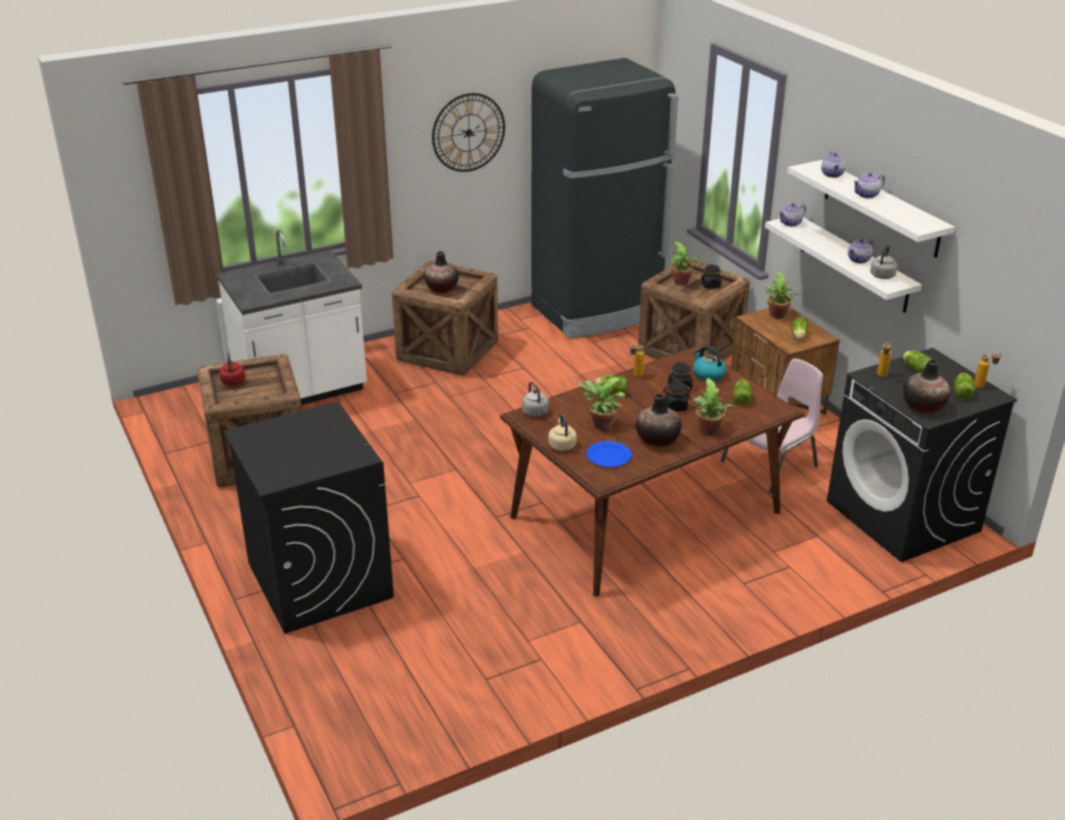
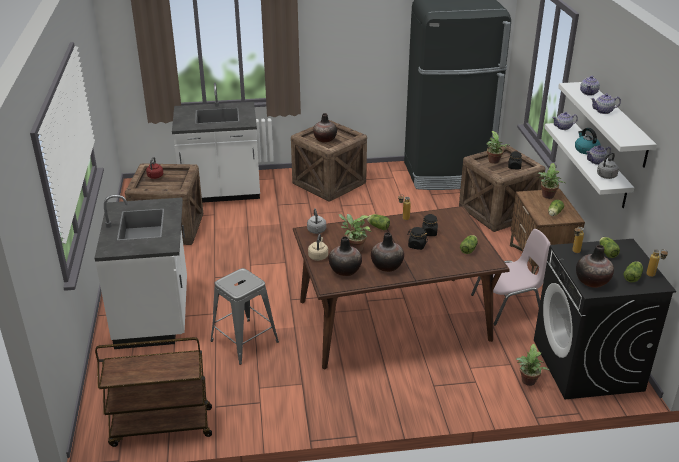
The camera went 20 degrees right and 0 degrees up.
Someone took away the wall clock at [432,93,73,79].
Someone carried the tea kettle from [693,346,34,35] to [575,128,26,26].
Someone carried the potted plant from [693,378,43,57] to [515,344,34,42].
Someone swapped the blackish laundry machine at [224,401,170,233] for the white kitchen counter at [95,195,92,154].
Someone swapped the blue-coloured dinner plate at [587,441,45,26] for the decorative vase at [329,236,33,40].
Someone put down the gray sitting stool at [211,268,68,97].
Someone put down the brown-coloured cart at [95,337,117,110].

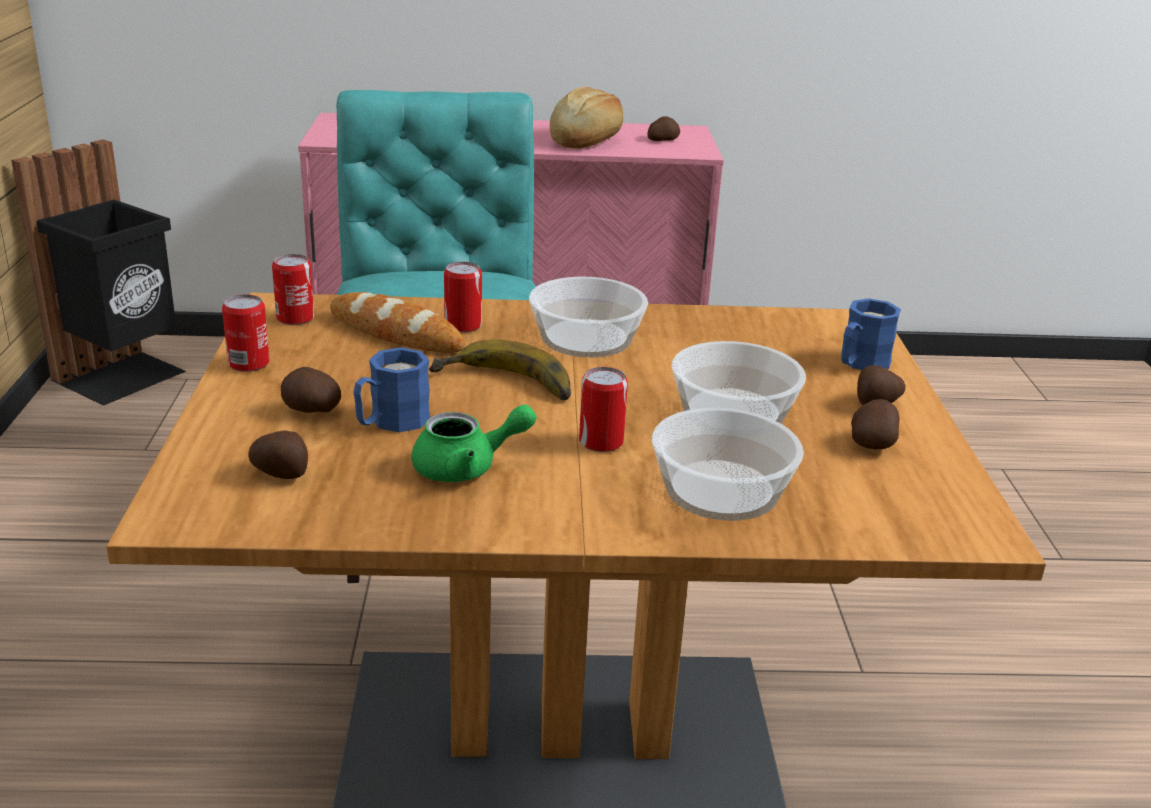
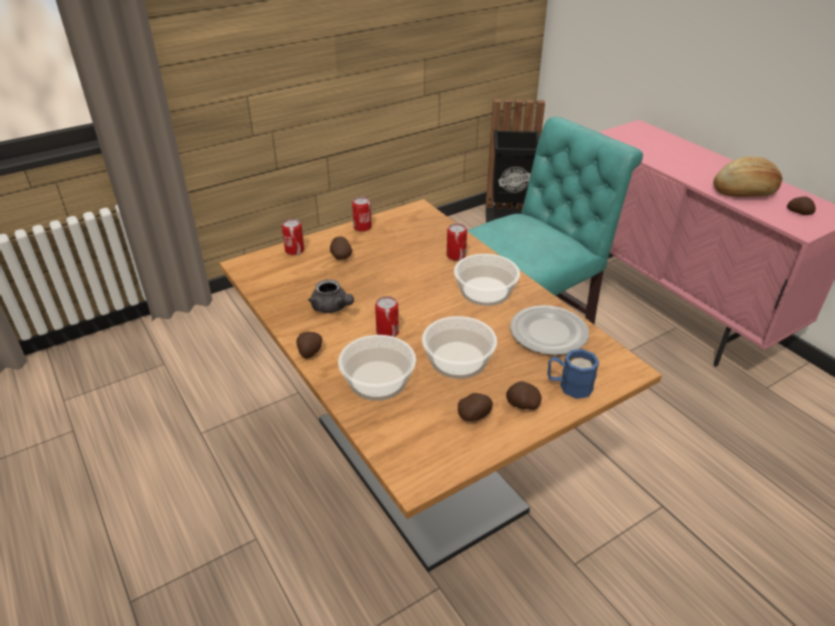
The camera went 60 degrees right and 10 degrees up.
Someone carried the can from [272,254,42,71] to [282,219,22,36].
Someone took away the bakery bread at [330,292,135,61].
Someone took away the banana at [429,339,142,61].
Someone took away the blue-coloured coffee mug at [354,347,76,85].
Someone repainted the green-coloured tea pot at [412,404,124,78], which became the gray tea pot at [308,279,46,34].
Someone carried the whole potato from [248,430,60,49] to [297,332,25,26].
Someone put down the dinner plate at [510,305,79,50].

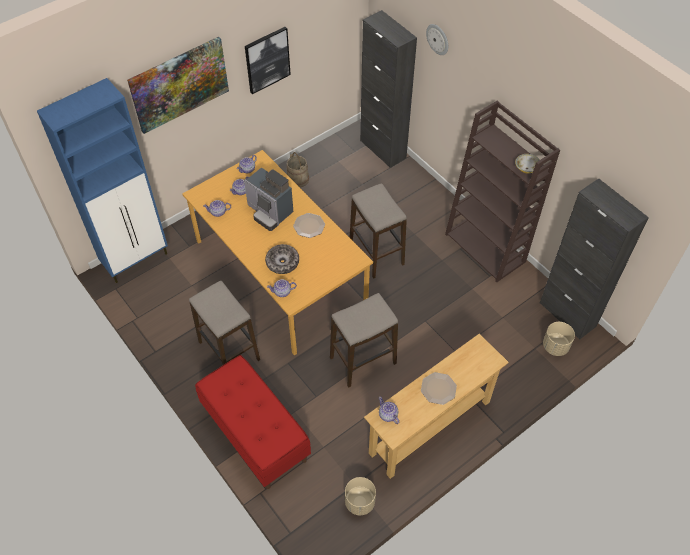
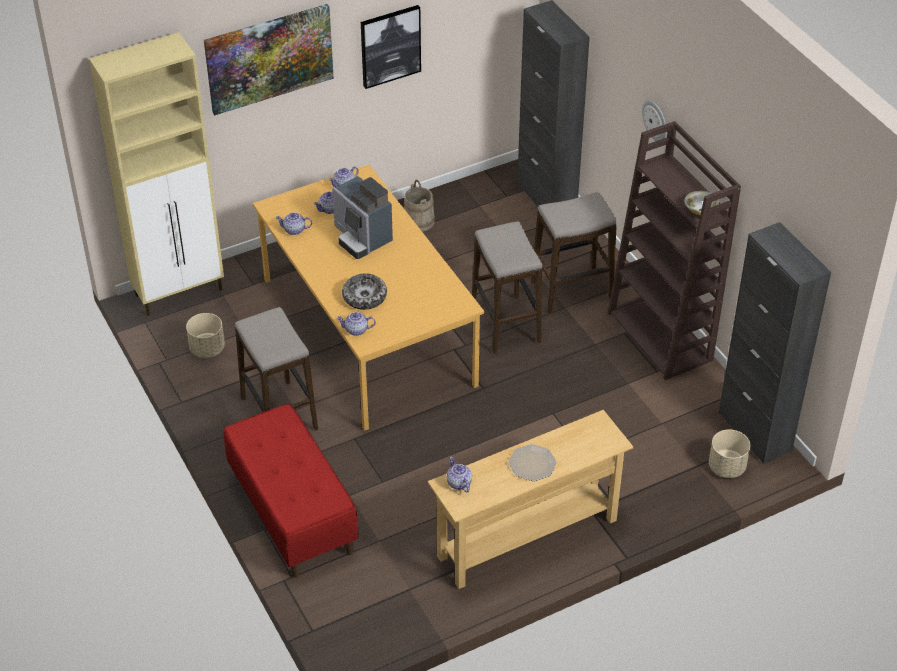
The camera went 10 degrees right and 10 degrees down.
Someone carried the wall clock from [426,24,22,31] to [642,100,25,41].
Someone repainted the blue-coloured storage cabinet at [37,78,131,205], which became the sand-coloured storage cabinet at [89,32,135,284].
Someone took away the dinner plate at [293,213,32,25].
Someone carried the sitting stool from [330,293,68,95] to [531,192,86,121].
Someone carried the sand-coloured flower pot from [345,477,31,38] to [186,313,39,45].

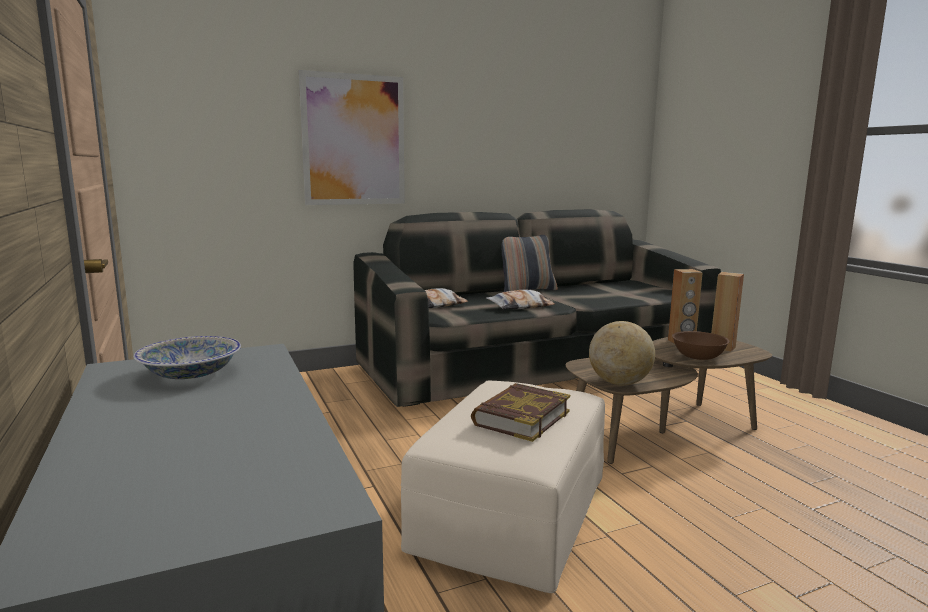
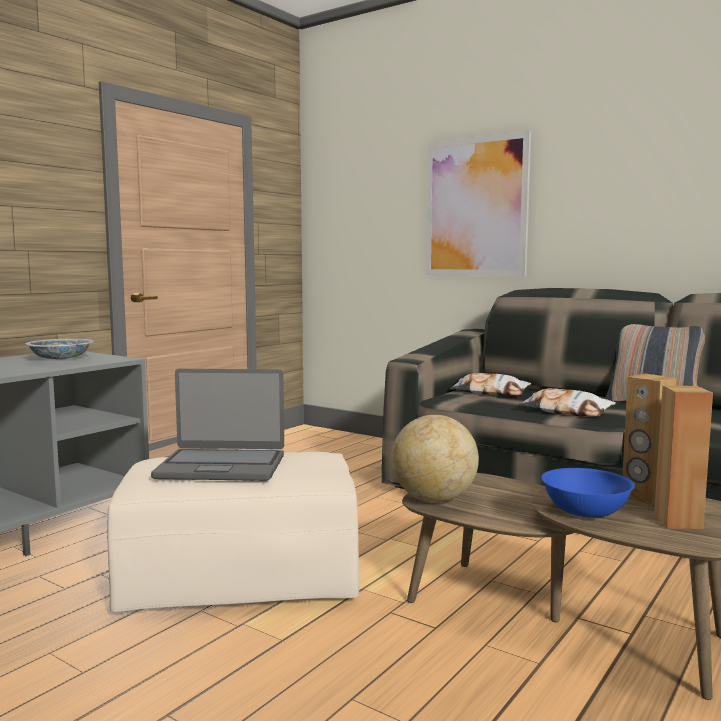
The camera went 60 degrees right and 5 degrees down.
Someone repainted the brown-coloured serving bowl at [672,331,58,29], which became the blue-coloured serving bowl at [541,468,94,50].
Someone swapped the volume at [471,383,99,59] for the notebook computer at [151,369,133,112].

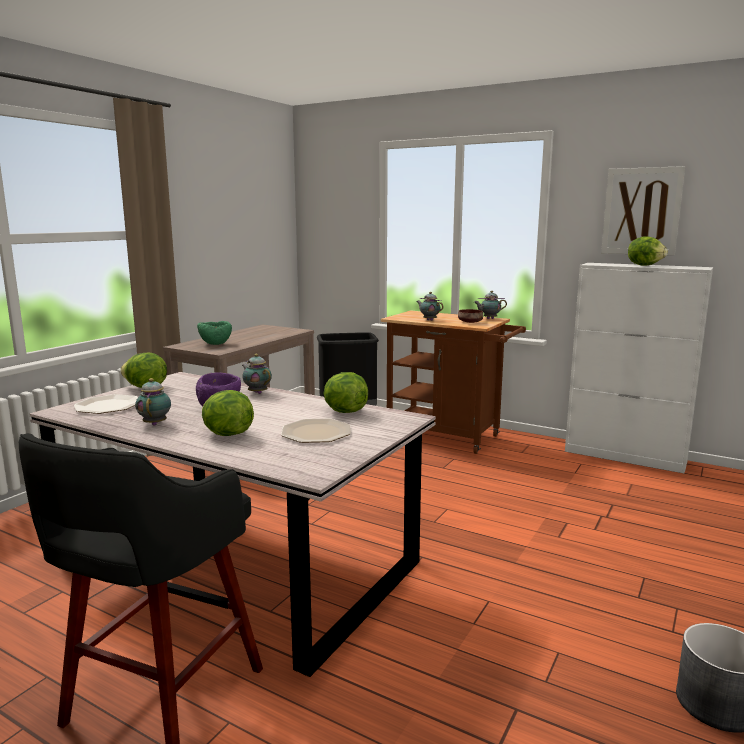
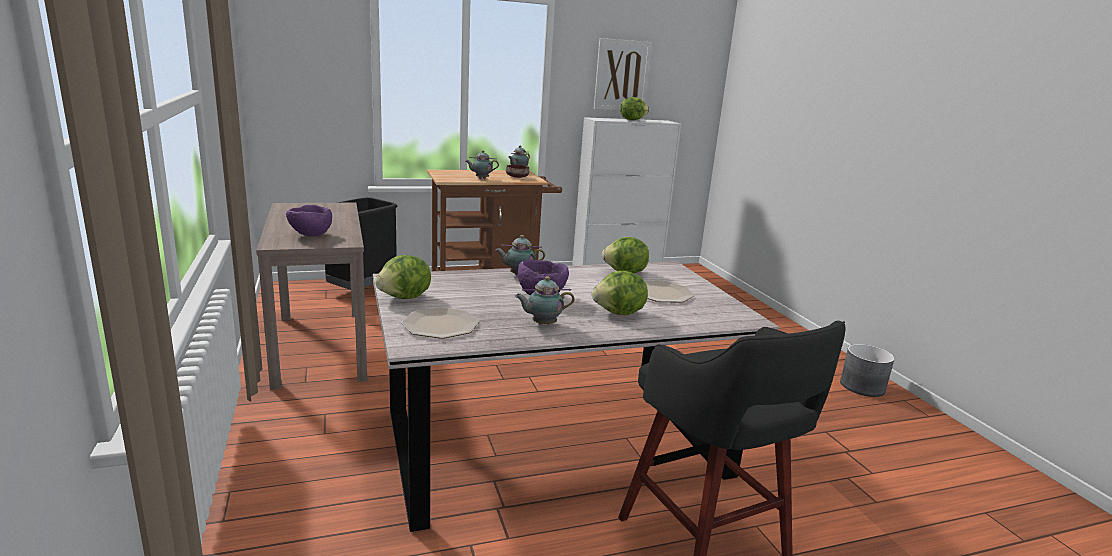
The camera went 50 degrees left and 5 degrees up.
Someone repainted the green-coloured serving bowl at [197,321,35,24], which became the purple-coloured serving bowl at [286,205,46,31].
Someone rotated the tea pot at [135,378,36,48] by 45 degrees counterclockwise.

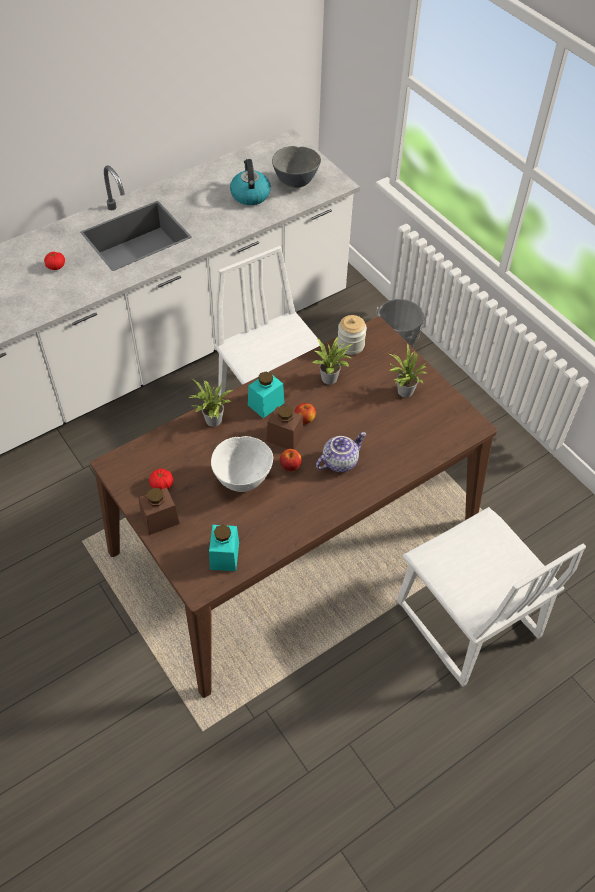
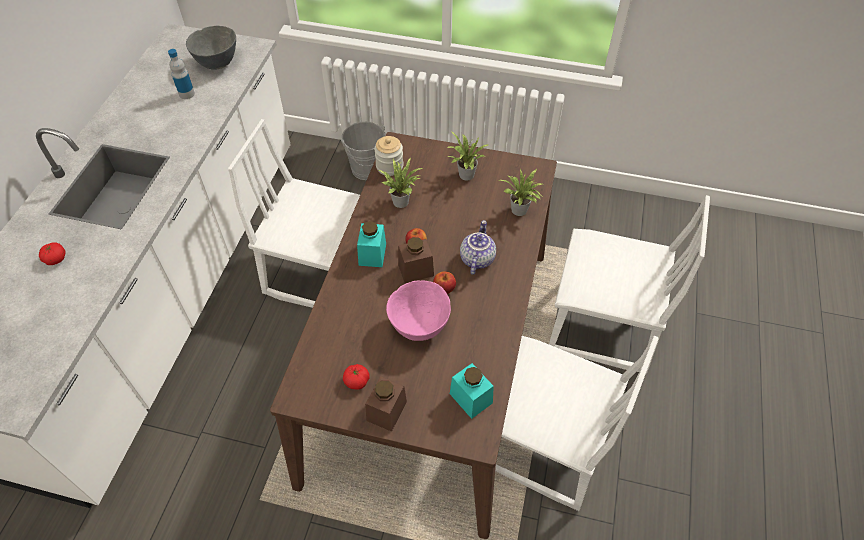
The camera went 40 degrees left and 0 degrees up.
Someone swapped the tea kettle at [230,159,41,46] for the bottle at [168,49,27,50].
Someone carried the potted plant from [189,378,44,49] to [499,169,43,47].
Someone repainted the white serving bowl at [211,436,62,56], which became the pink-coloured serving bowl at [386,280,65,61].
Someone put down the white plain chair at [495,336,164,175].

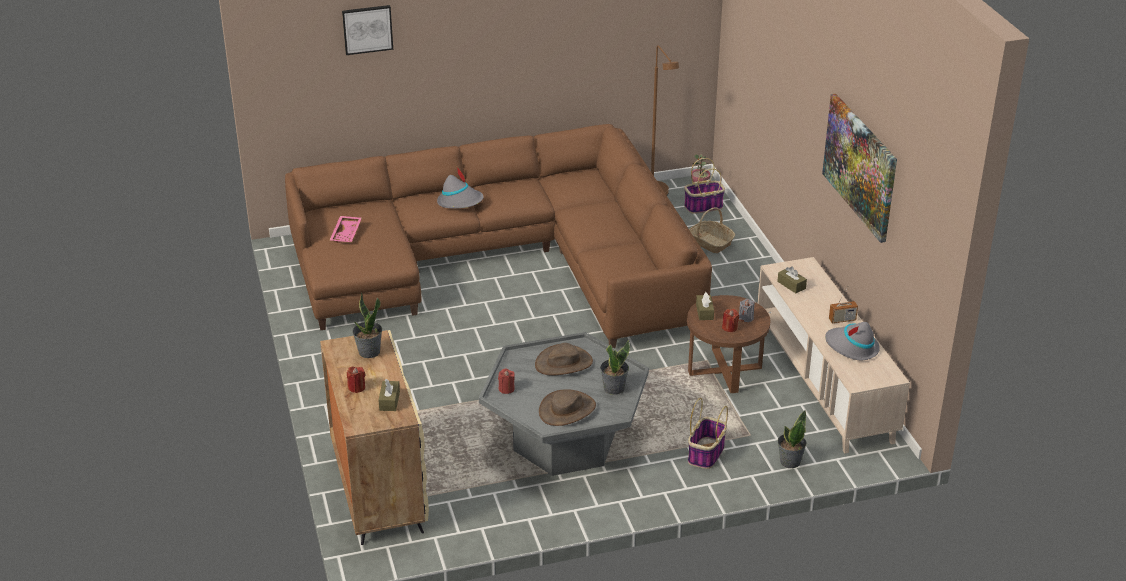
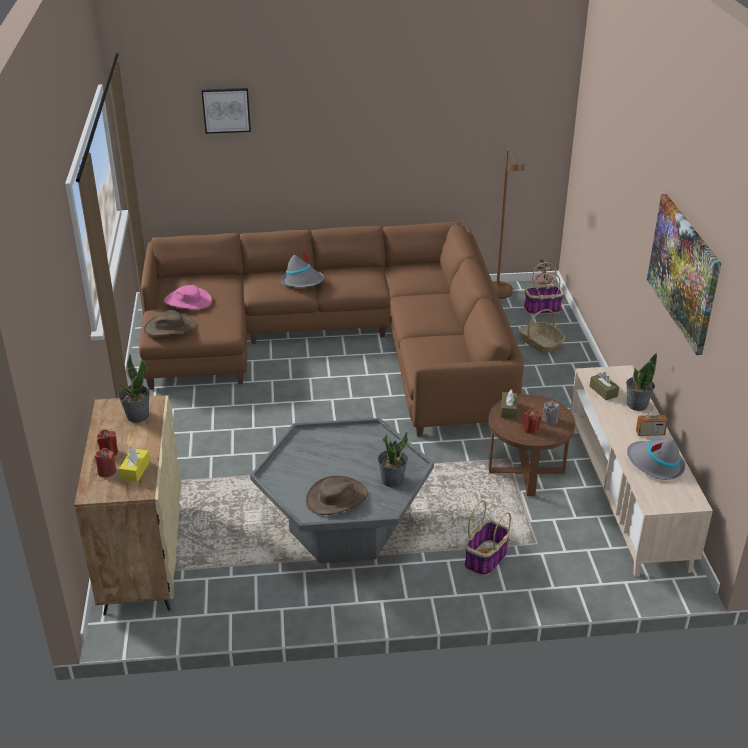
The camera went 10 degrees right and 0 degrees up.
Someone swapped the pink-coloured serving tray at [330,216,32,27] for the pink-coloured wearable hat at [164,285,48,25].
Someone carried the brown-coloured wearable hat from [535,343,58,32] to [144,310,52,26].
Someone carried the red candle from [498,369,17,25] to [95,448,21,29].
Someone repainted the brown-coloured tissue holder at [378,379,22,32], which became the yellow tissue holder at [119,447,31,35].
Someone carried the potted plant from [778,410,29,58] to [626,353,31,58].

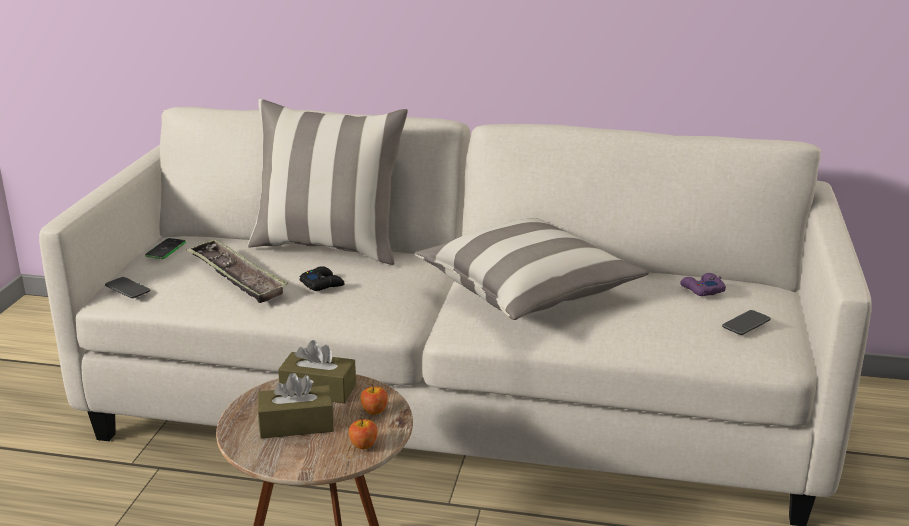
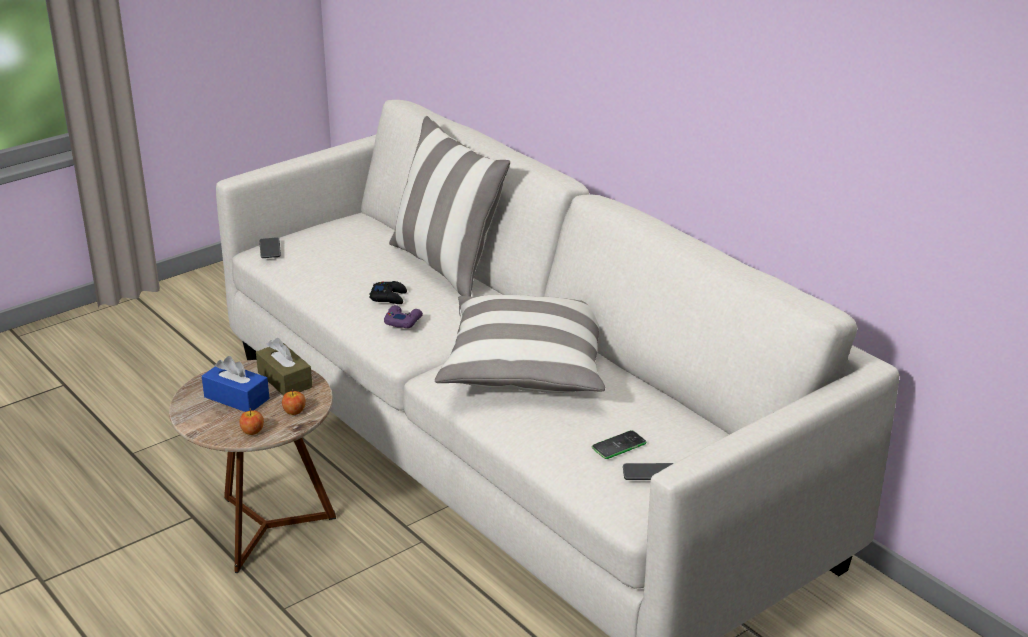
The camera went 40 degrees right and 5 degrees up.
Someone carried the telephone from [145,238,41,21] to [592,430,55,29].
Someone took away the serving tray at [186,239,102,64].
Someone carried the purple-coloured joypad from [680,273,46,23] to [384,305,39,23].
Someone repainted the brown-coloured tissue holder at [258,373,76,66], which became the blue-coloured tissue holder at [202,356,68,56].

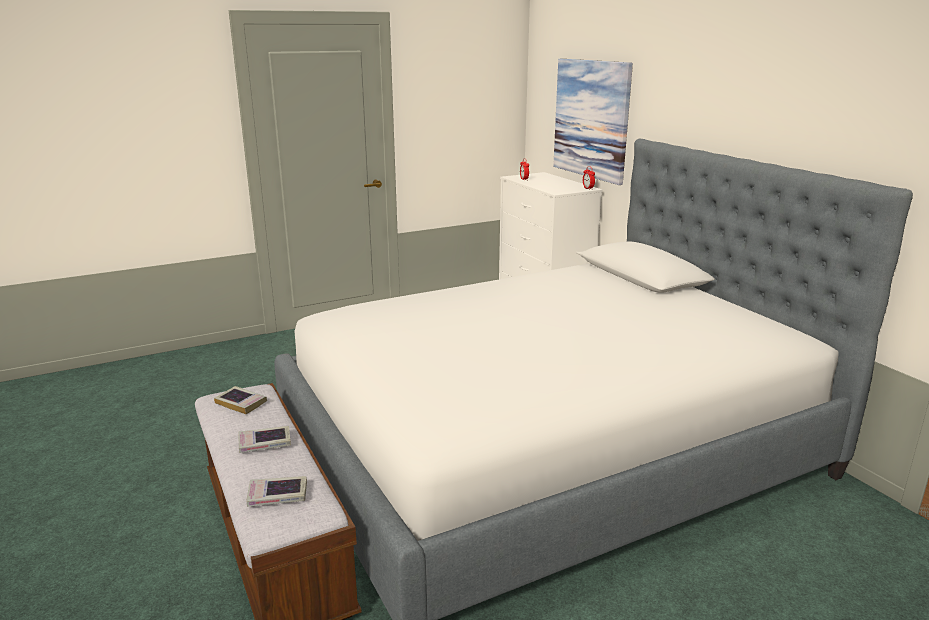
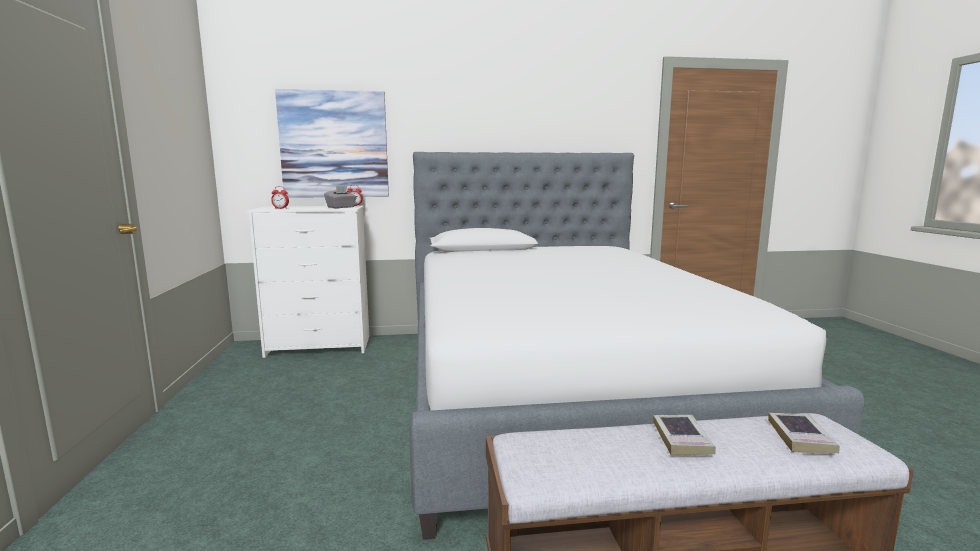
The camera went 70 degrees left and 10 degrees down.
Someone took away the volume at [214,386,53,28].
Someone put down the gray tissue holder at [324,186,33,22].

